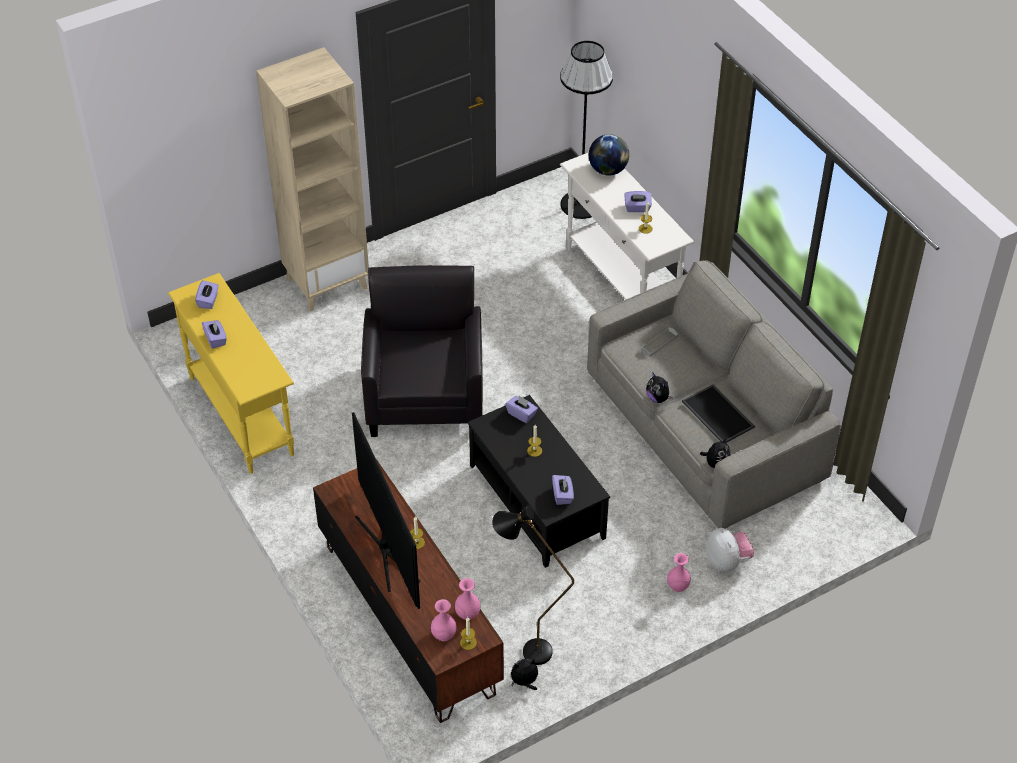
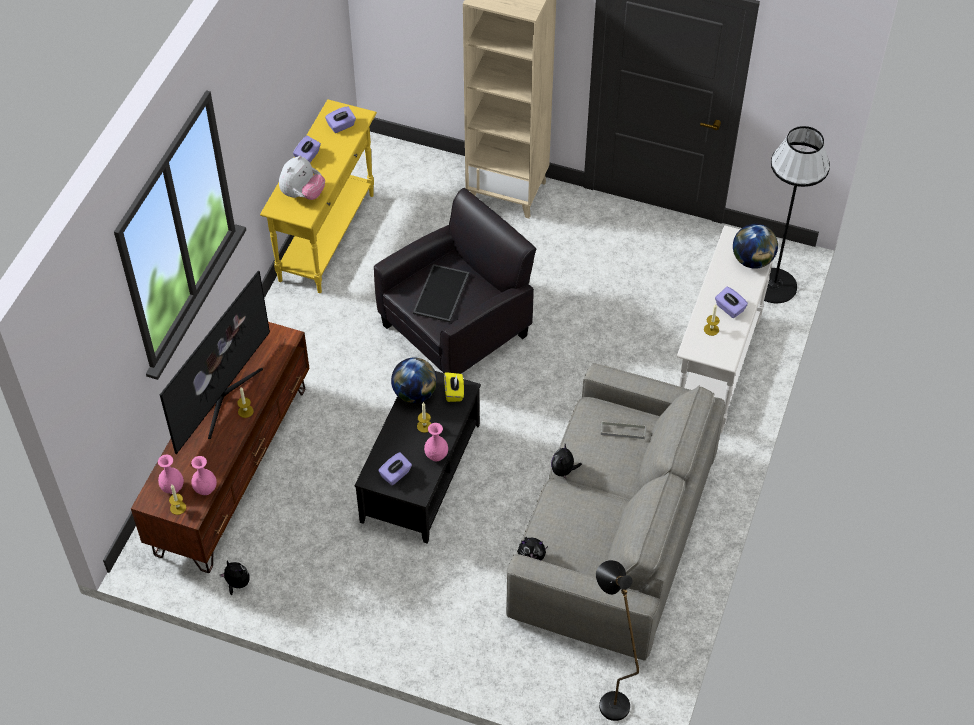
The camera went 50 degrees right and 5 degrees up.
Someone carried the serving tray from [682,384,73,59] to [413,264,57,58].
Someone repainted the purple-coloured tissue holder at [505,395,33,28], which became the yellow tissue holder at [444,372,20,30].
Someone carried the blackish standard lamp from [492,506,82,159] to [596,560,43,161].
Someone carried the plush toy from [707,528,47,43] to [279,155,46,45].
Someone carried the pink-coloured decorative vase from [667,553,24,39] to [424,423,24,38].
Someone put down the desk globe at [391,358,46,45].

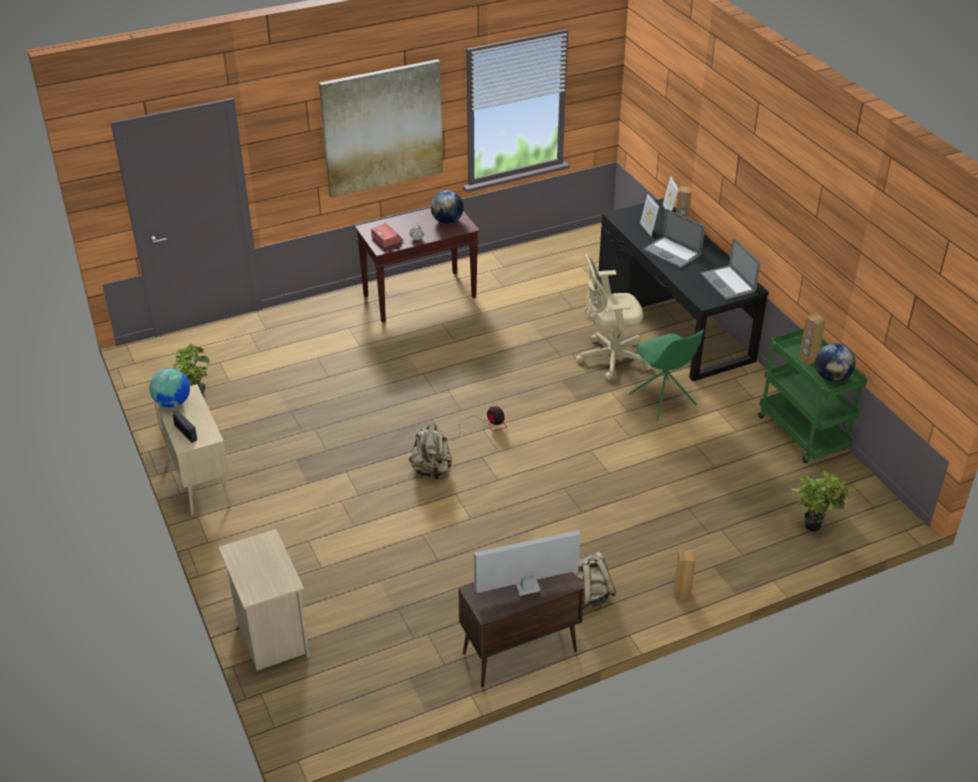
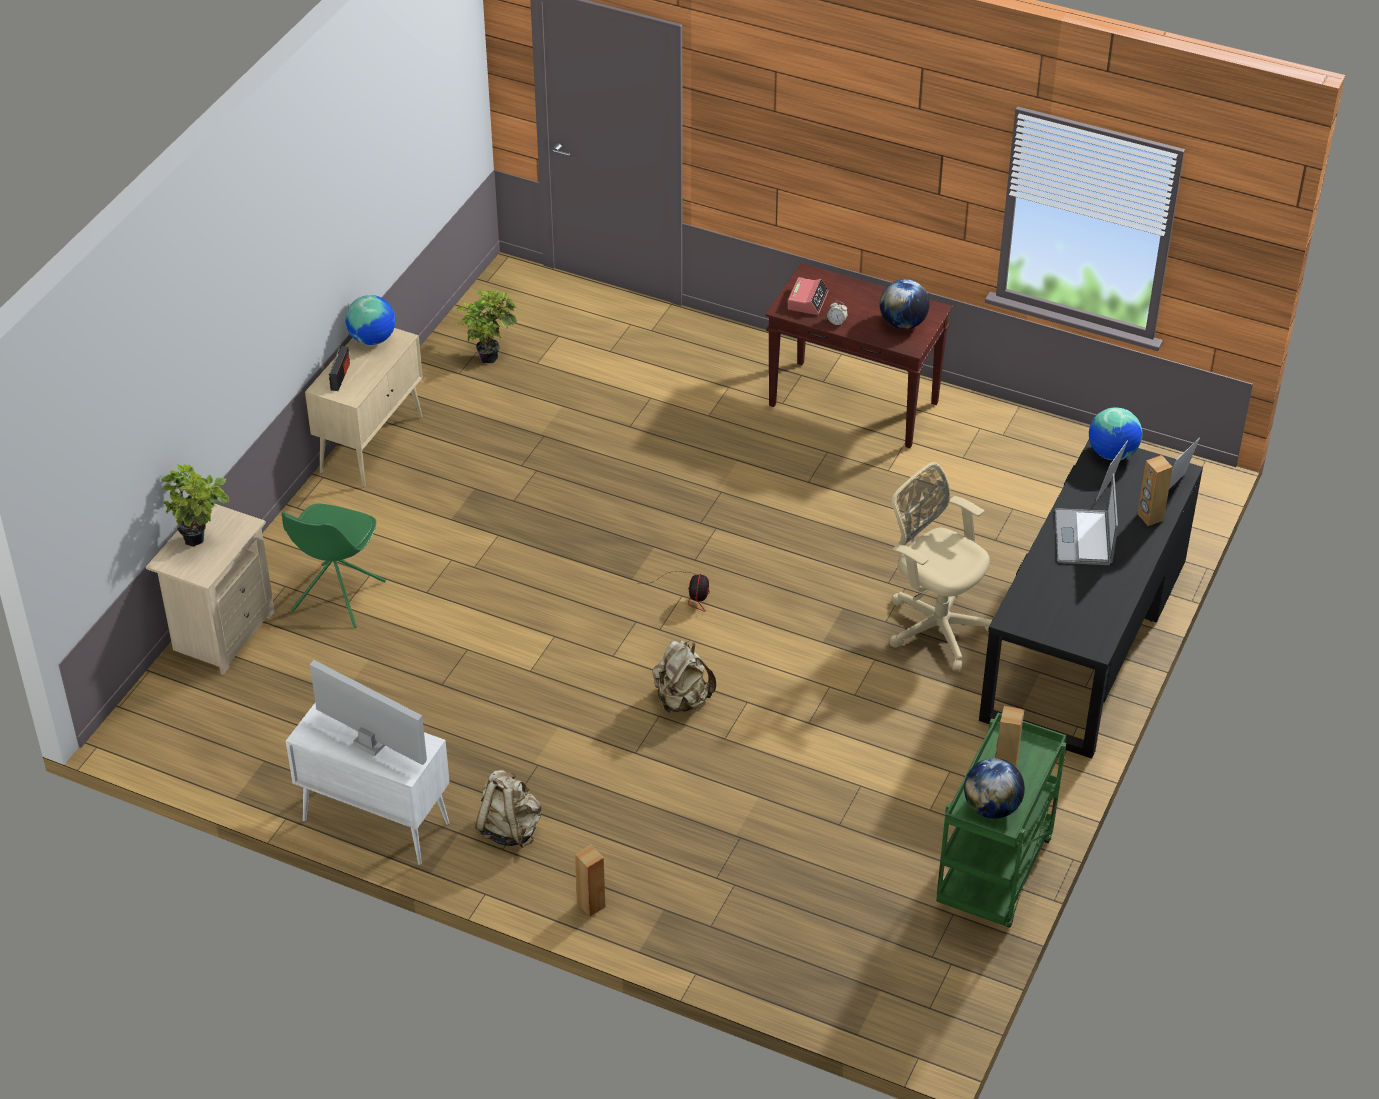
The camera went 50 degrees right and 5 degrees up.
Someone took away the wall art at [319,59,124,139].
Someone took away the notebook computer at [700,237,60,63].
Someone carried the green-coloured plain chair from [629,330,75,90] to [282,504,104,124].
Someone carried the sand-coloured knapsack from [409,423,43,56] to [652,640,64,73].
Someone carried the potted plant from [791,471,58,61] to [160,464,70,83].
Someone repainted the brown-coloured storage cabinet at [458,572,126,115], which became the white storage cabinet at [286,703,164,162].
Someone put down the desk globe at [1089,408,53,52].

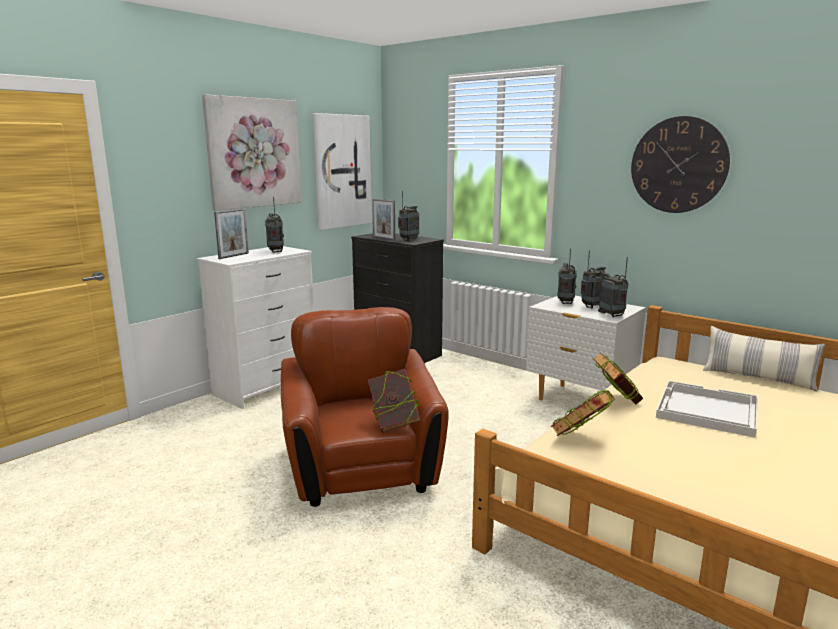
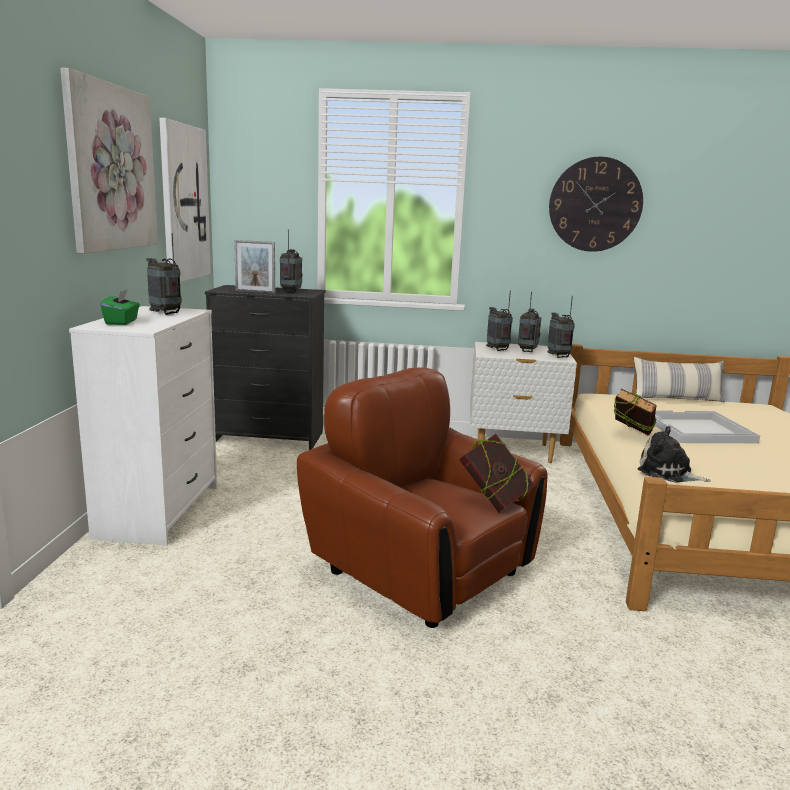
The camera went 35 degrees left and 0 degrees up.
Someone swapped the standing frame at [214,208,35,51] for the green-coloured tissue holder at [100,289,40,36].
Someone rotated the radio receiver at [598,257,30,60] by 45 degrees clockwise.
Someone swapped the volume at [551,390,64,46] for the plush toy at [638,426,73,57].

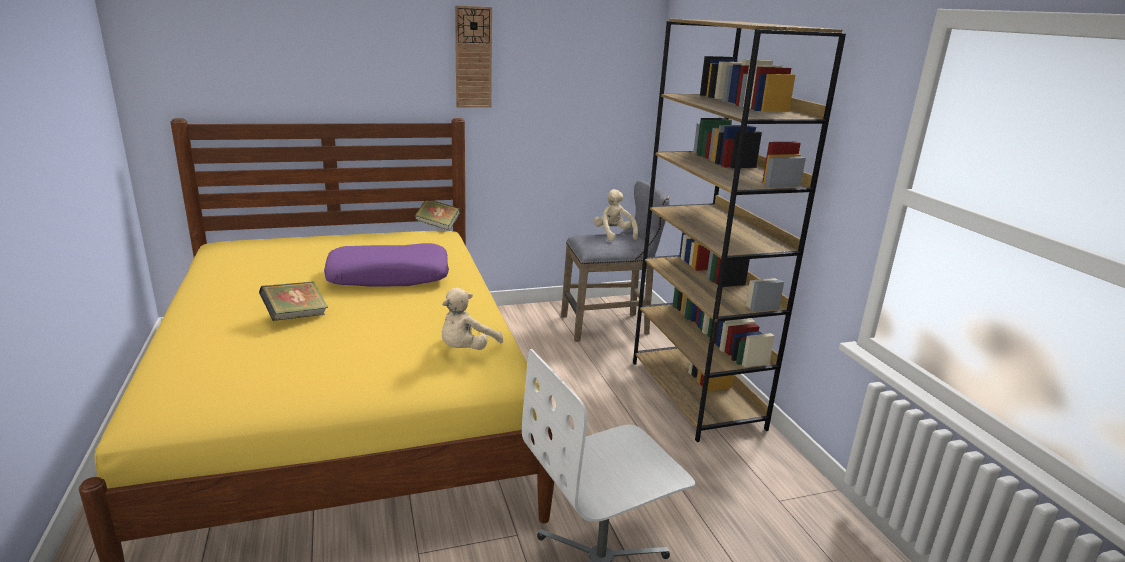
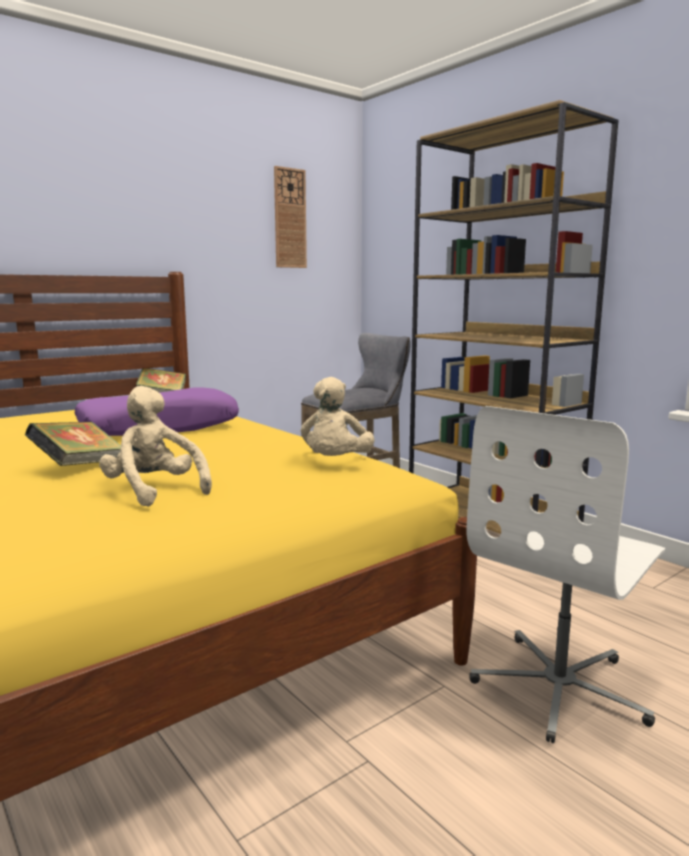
The camera went 20 degrees left and 10 degrees down.
Someone carried the wall clock from [455,5,37,103] to [274,166,33,102].
Someone carried the sand-coloured plush toy from [594,189,44,52] to [99,386,113,121].

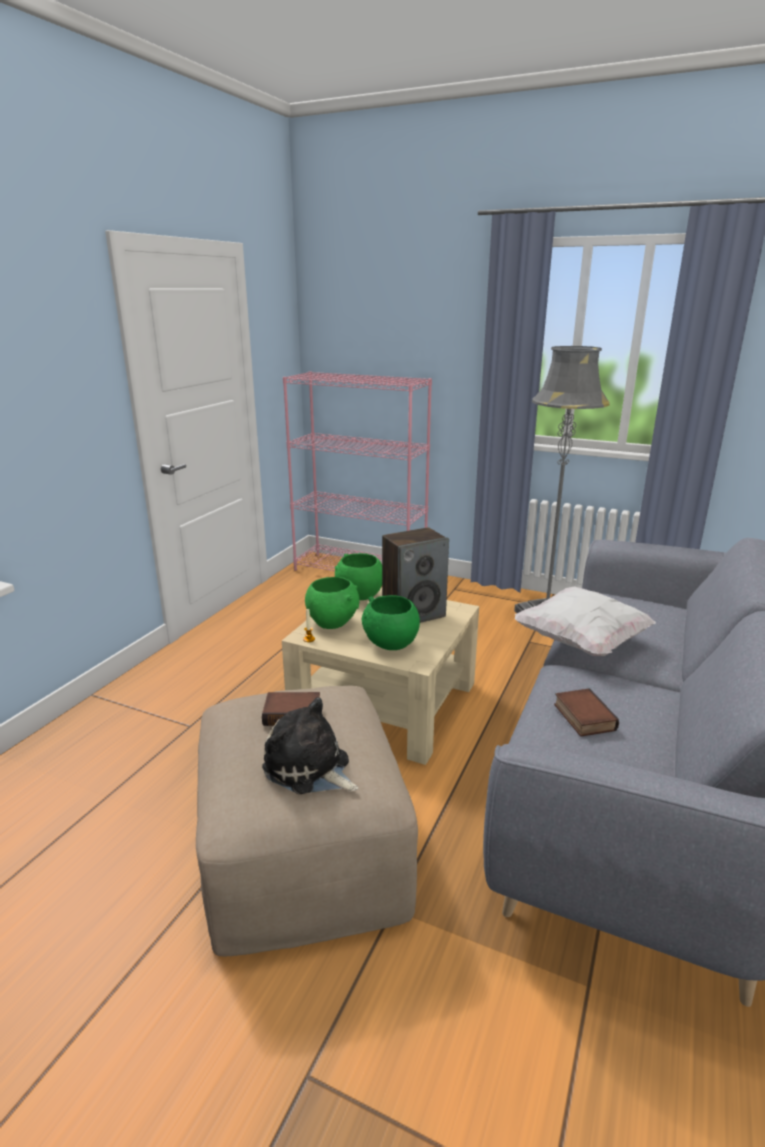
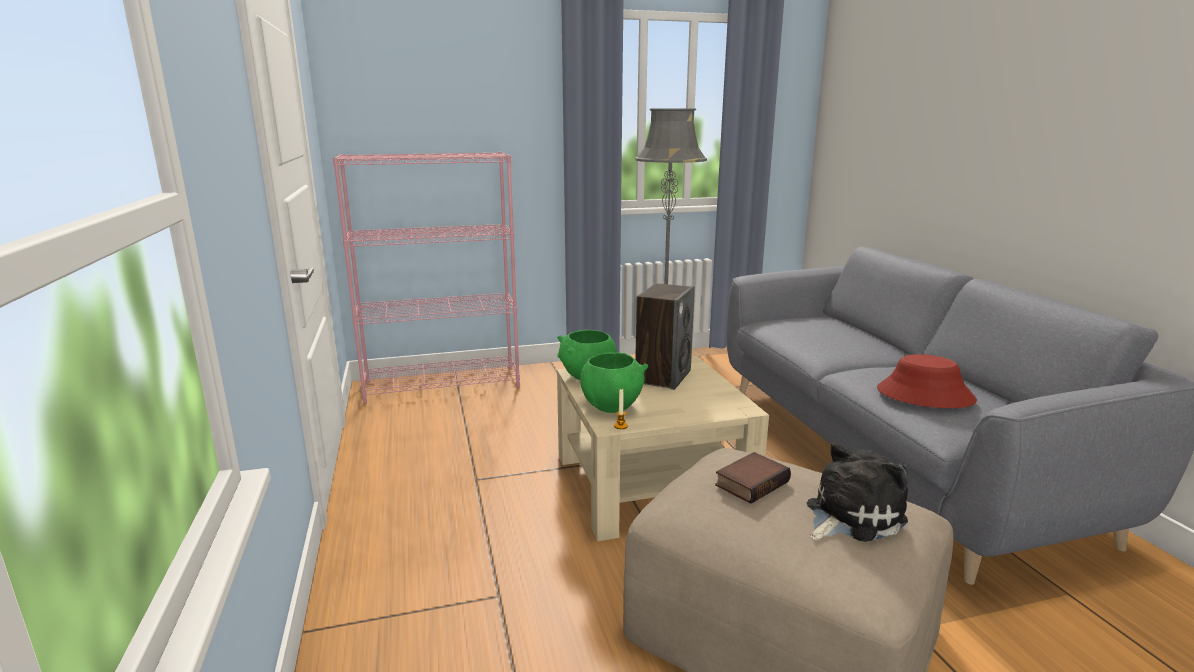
The camera went 40 degrees left and 5 degrees down.
Someone took away the white cushion at [515,586,141,70].
Someone took away the green-coloured serving bowl at [362,595,58,55].
Someone swapped the volume at [554,688,65,48] for the red wearable hat at [877,354,100,54].
Someone rotated the plush toy at [262,697,96,97] by 150 degrees clockwise.

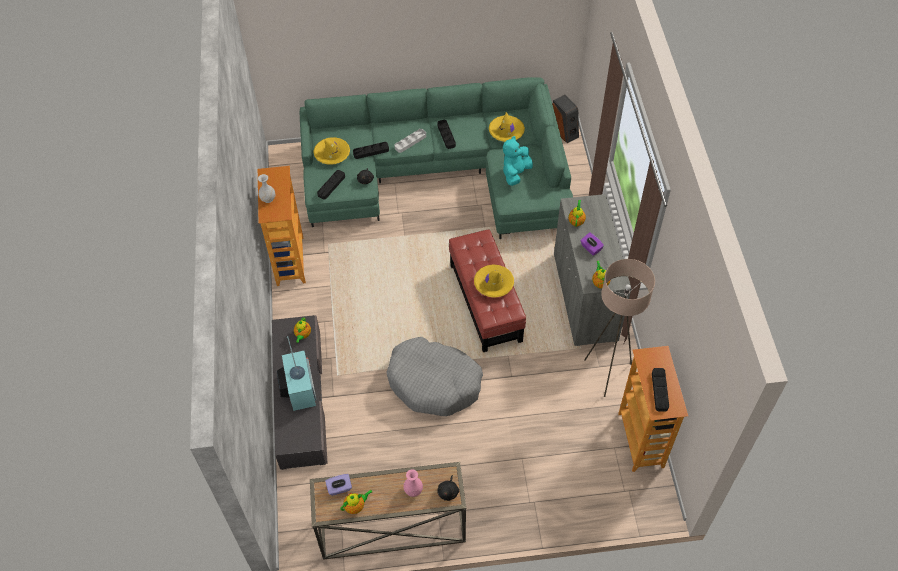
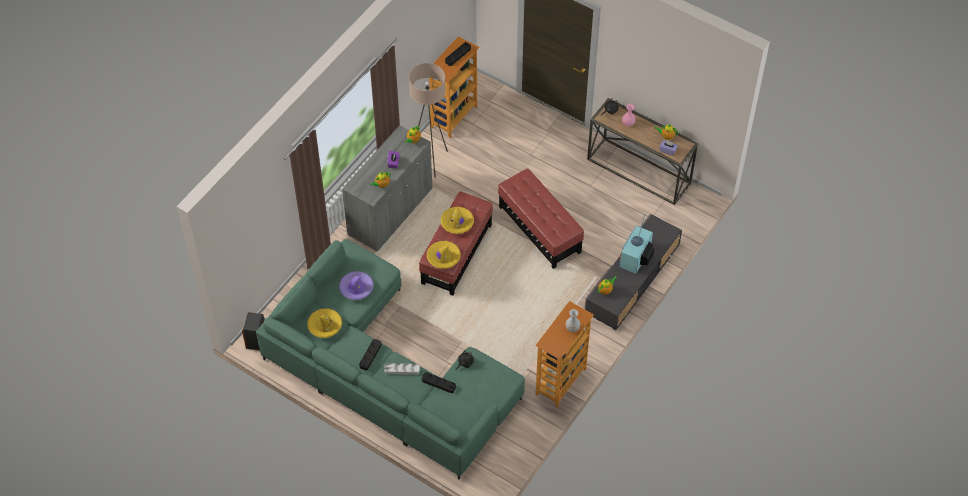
The camera went 140 degrees left and 0 degrees up.
Someone swapped the blue-green plush toy at [503,136,30,50] for the purple-coloured wearable hat at [339,271,34,29].
Someone carried the yellow wearable hat from [313,137,37,28] to [427,241,34,28].
Someone took away the blackish serving tray at [317,170,28,29].
Someone swapped the gray dog bed at [386,337,97,79] for the red pouffe at [498,168,86,101].

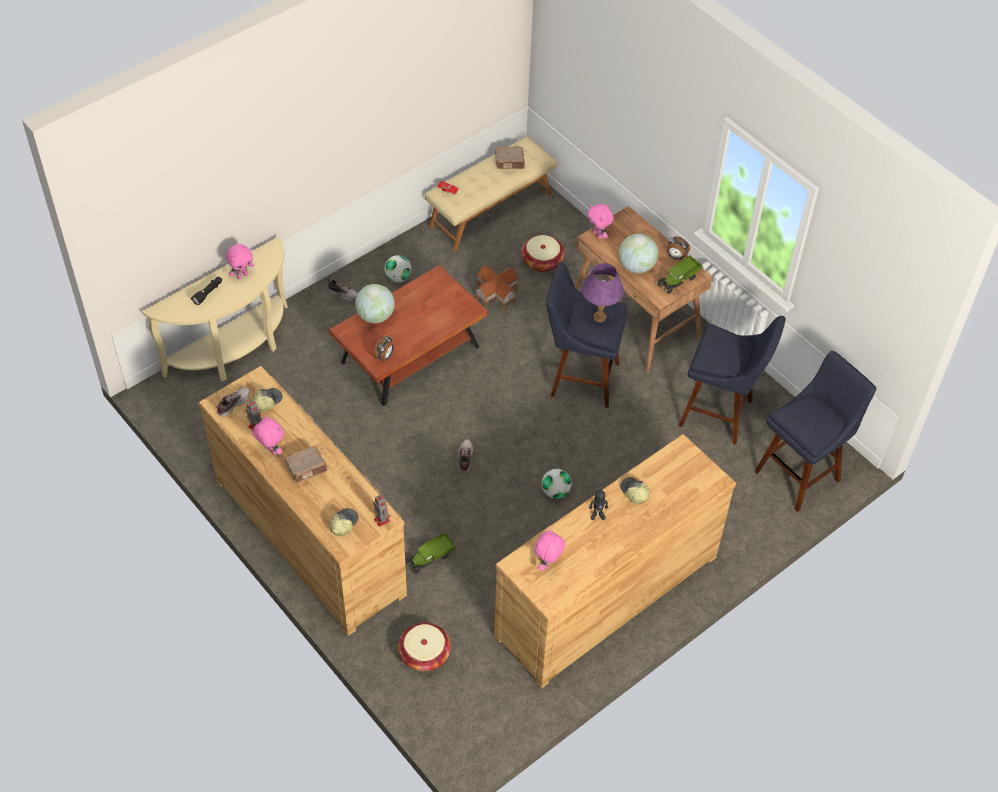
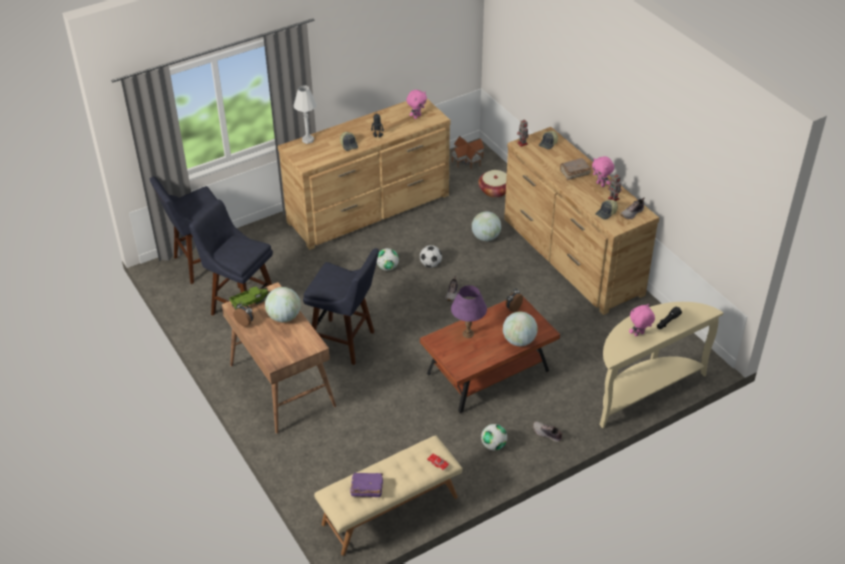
The camera went 170 degrees left and 10 degrees down.
Someone repainted the brown-coloured volume at [495,146,30,23], which became the purple-coloured volume at [350,473,33,24].
Someone took away the pink-coloured plush toy at [587,204,27,35].
Someone took away the storage basket at [521,235,44,37].
Someone carried the purple-coloured tabletop lamp from [582,263,42,59] to [451,285,36,53].
Someone carried the toy house from [475,265,43,46] to [451,136,33,33].
Someone swapped the model truck at [405,532,51,42] for the desk globe at [472,211,29,30].
Someone put down the white tabletop lamp at [294,85,22,59].
Someone put down the ball for football at [420,245,22,23].

